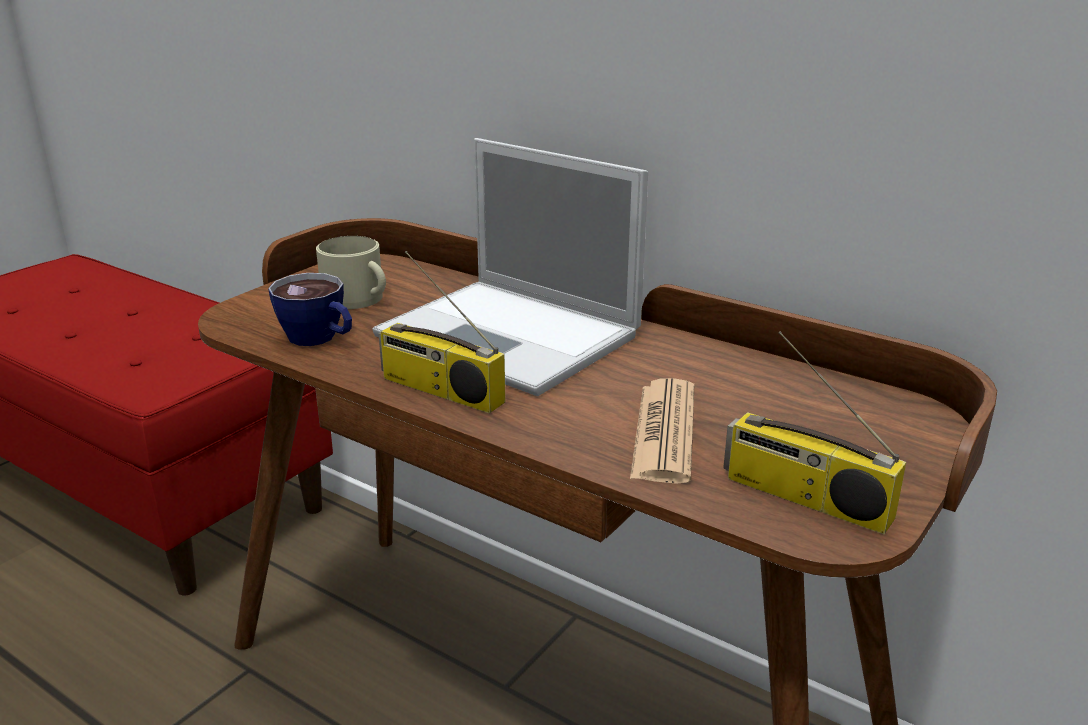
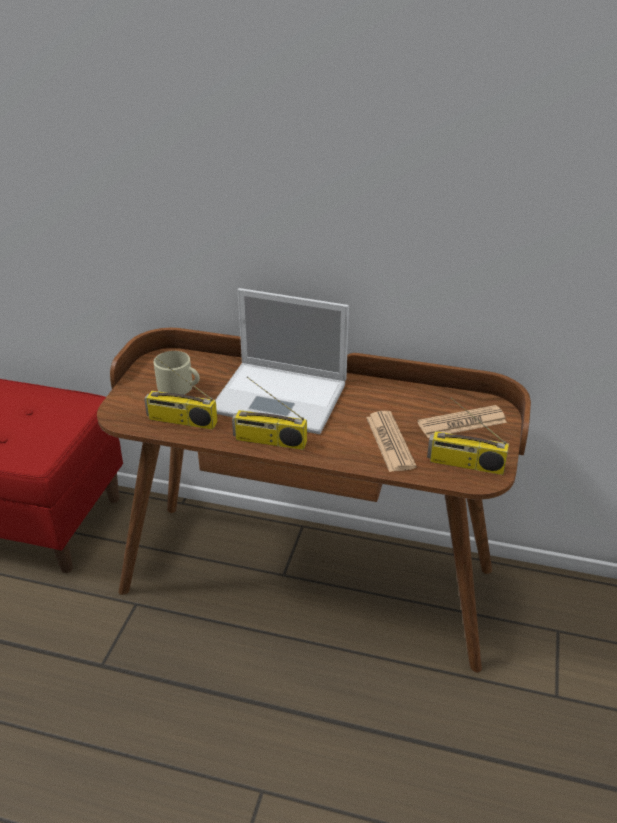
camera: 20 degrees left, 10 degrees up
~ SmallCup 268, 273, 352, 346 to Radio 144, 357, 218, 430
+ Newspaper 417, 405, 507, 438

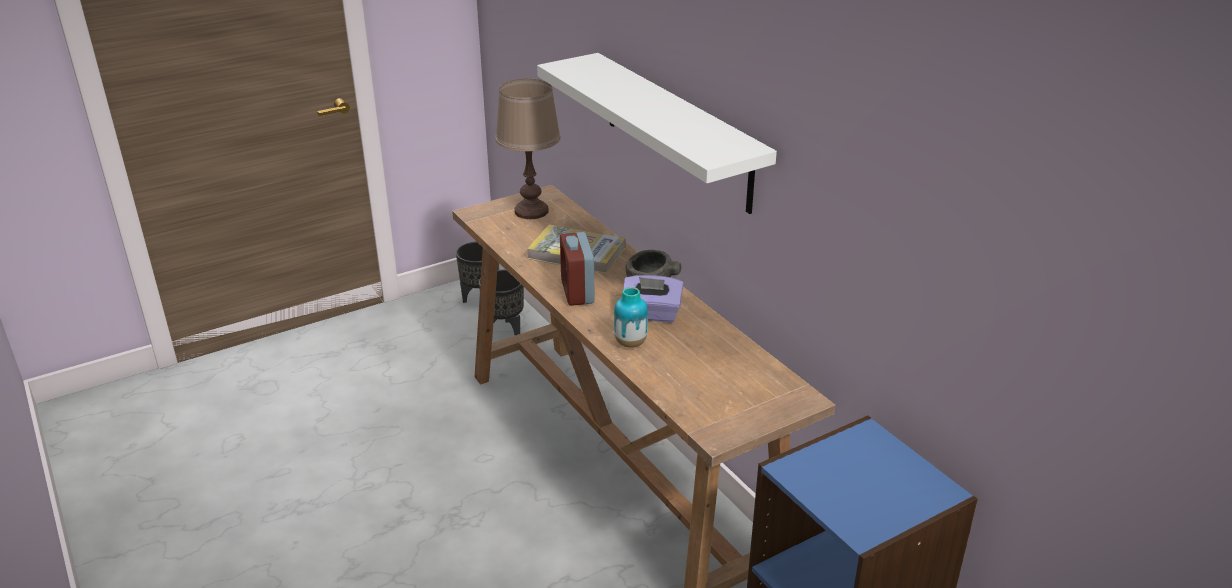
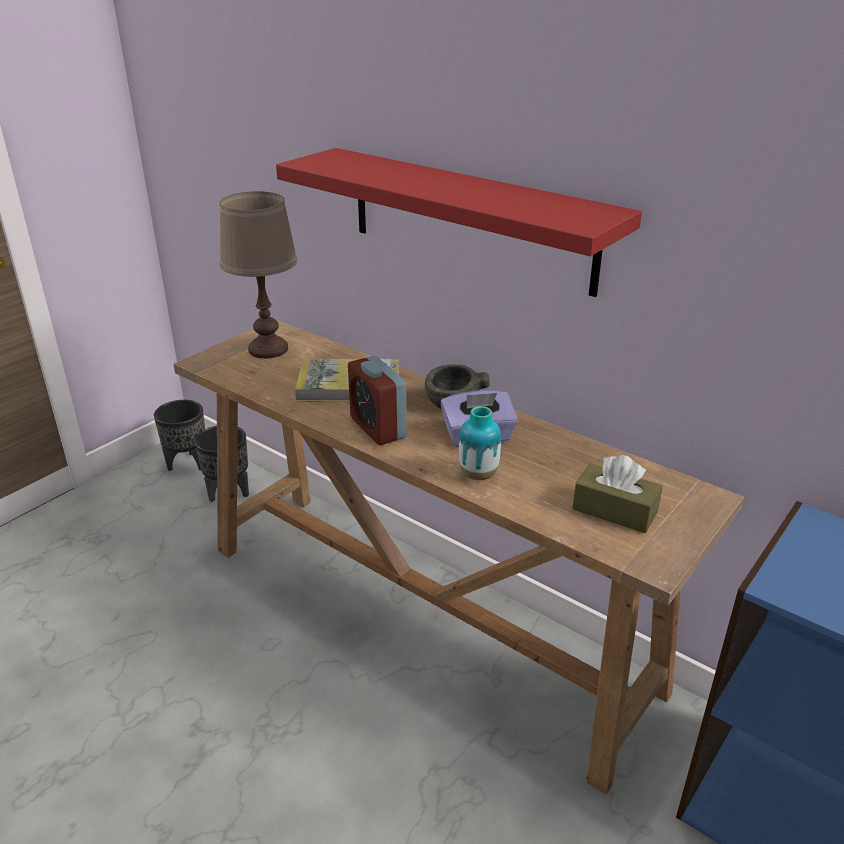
camera: 20 degrees left, 0 degrees up
~ WhiteColouredWallShelf 537, 53, 777, 214 to RedWallShelf 276, 148, 642, 297
+ BrownColouredBoxOfTissues 572, 455, 663, 533

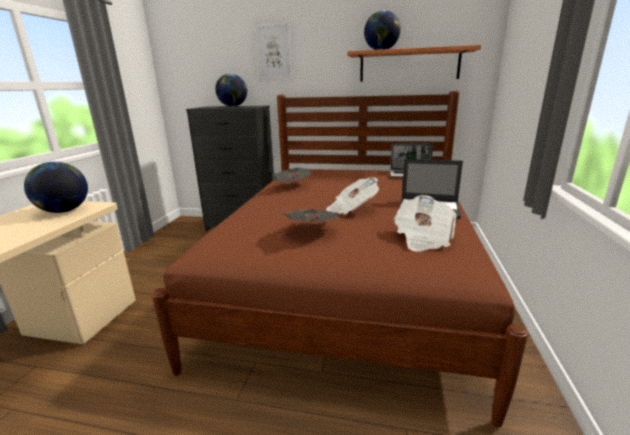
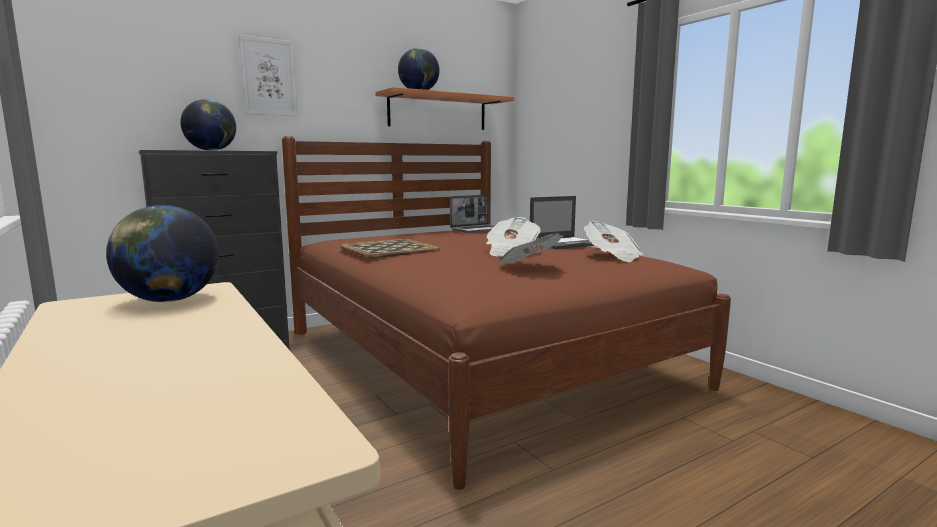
camera: 45 degrees left, 10 degrees down
~ Newspaper 273, 168, 311, 182 to CarryingTray 340, 239, 440, 258

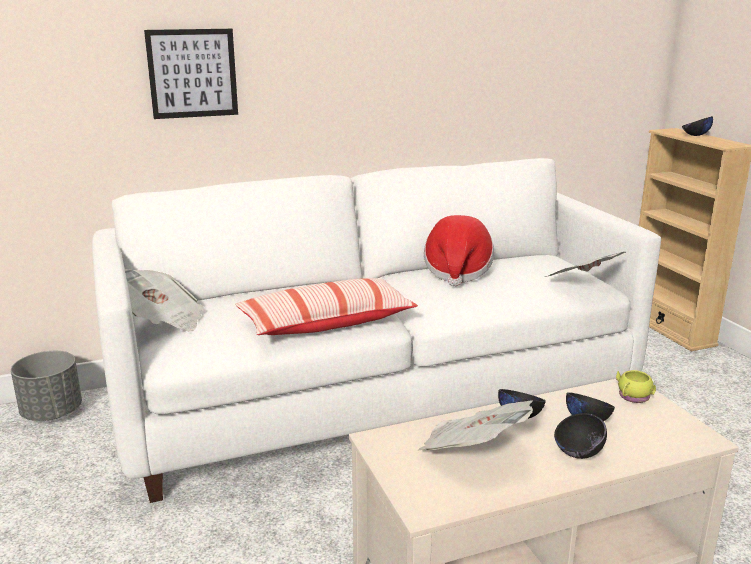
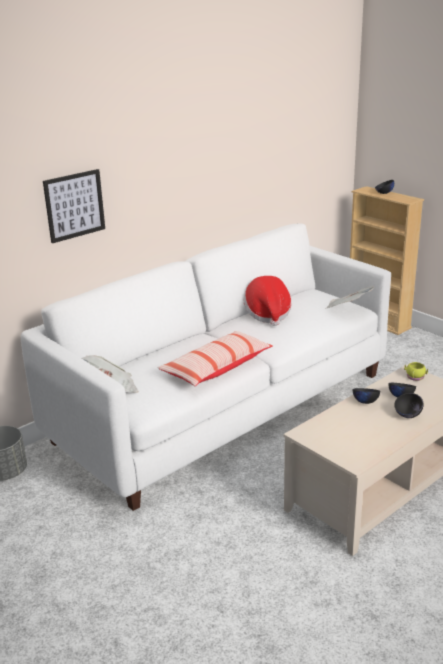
camera: 20 degrees left, 5 degrees up
- Newspaper 419, 400, 533, 451

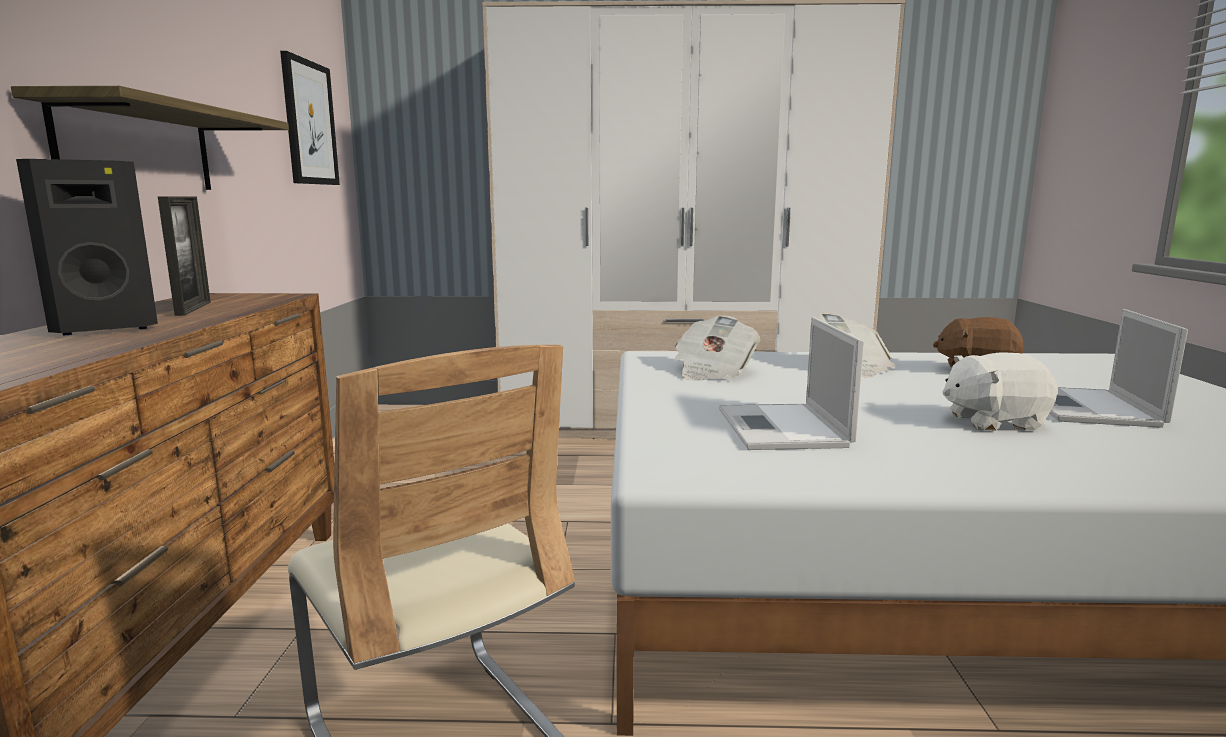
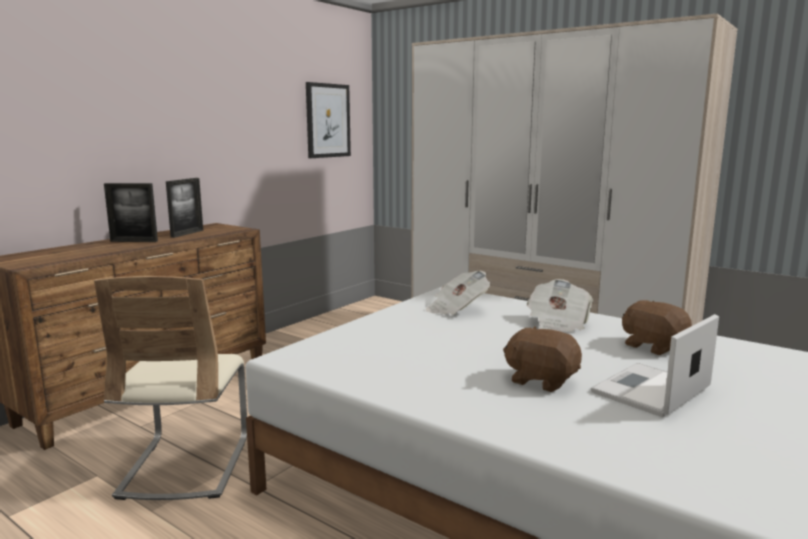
camera: 35 degrees right, 0 degrees up
~ BlackColouredAudioSpeaker 16, 159, 158, 335 to PictureFrame 104, 183, 158, 242
~ WhiteColouredPlushToy 943, 352, 1058, 430 to BrownColouredPlushToy 503, 326, 582, 392
- WallShelf 11, 86, 289, 190
- Laptop 719, 317, 864, 450

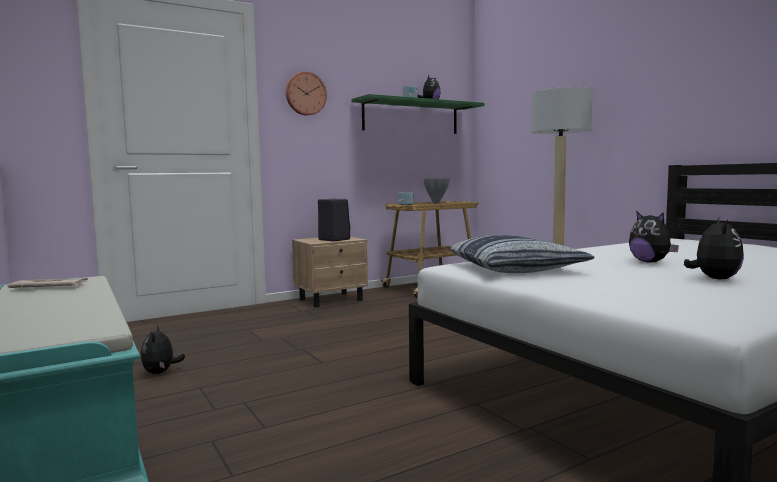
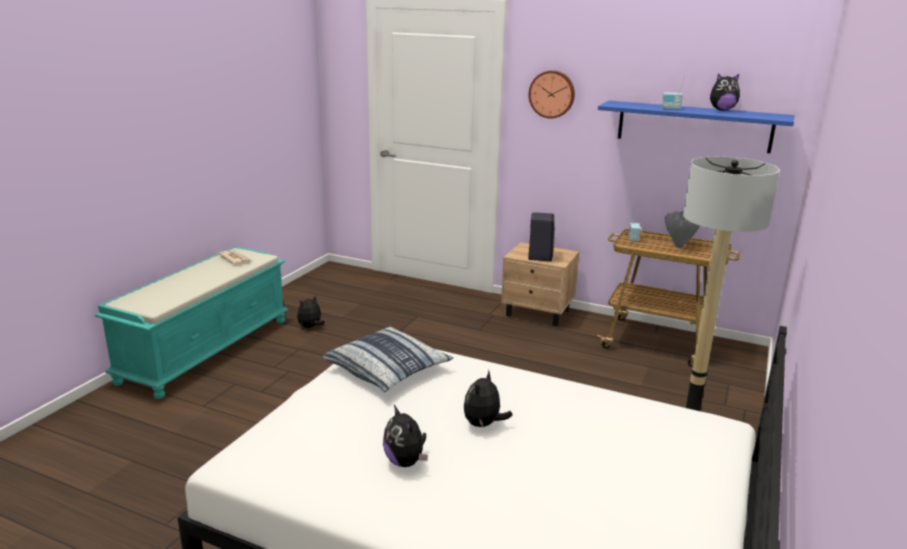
camera: 55 degrees right, 15 degrees up
~ PlushToy 684, 218, 744, 279 = 383, 405, 428, 467 75 degrees clockwise
~ GreenishWallShelf 351, 94, 485, 134 to BlueColouredWallShelf 598, 101, 794, 153

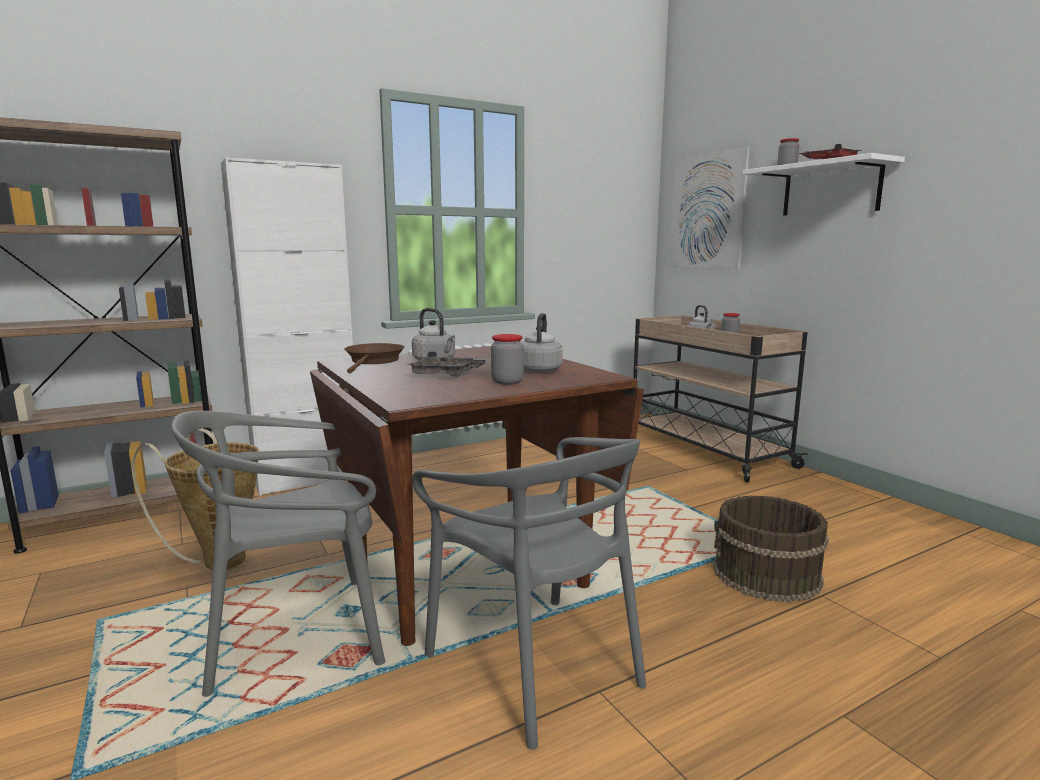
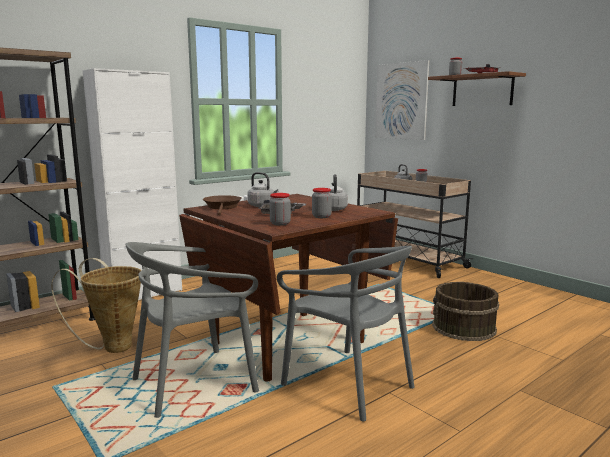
camera: 10 degrees left, 0 degrees up
+ PreserveJar 269, 193, 291, 226
~ WhiteColouredWallShelf 743, 153, 905, 216 to BrownColouredWallShelf 428, 71, 526, 106

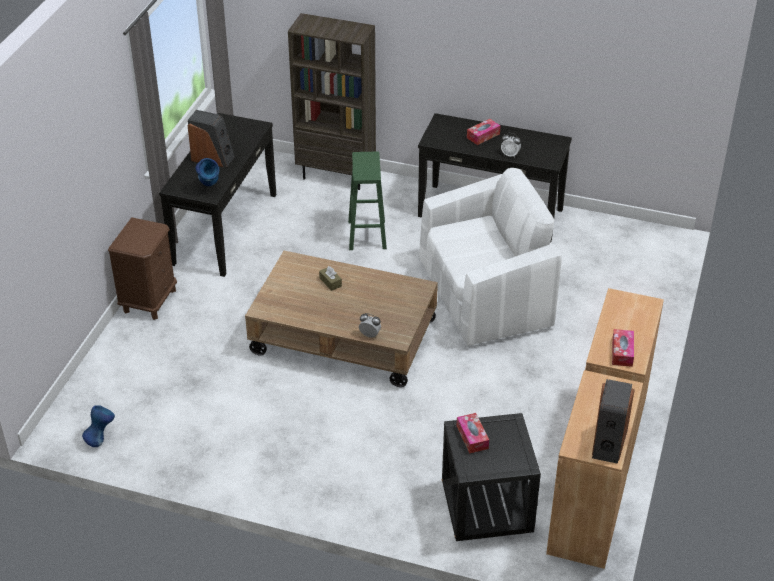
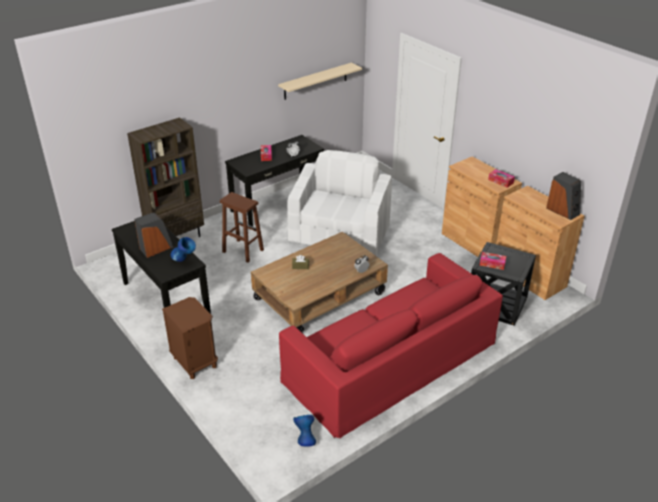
camera: 55 degrees left, 5 degrees down
~ GreenishStool 348, 151, 387, 250 to BrownColouredStool 220, 192, 264, 263
+ SandColouredWallShelf 278, 63, 362, 100
+ RedSofa 279, 253, 503, 439

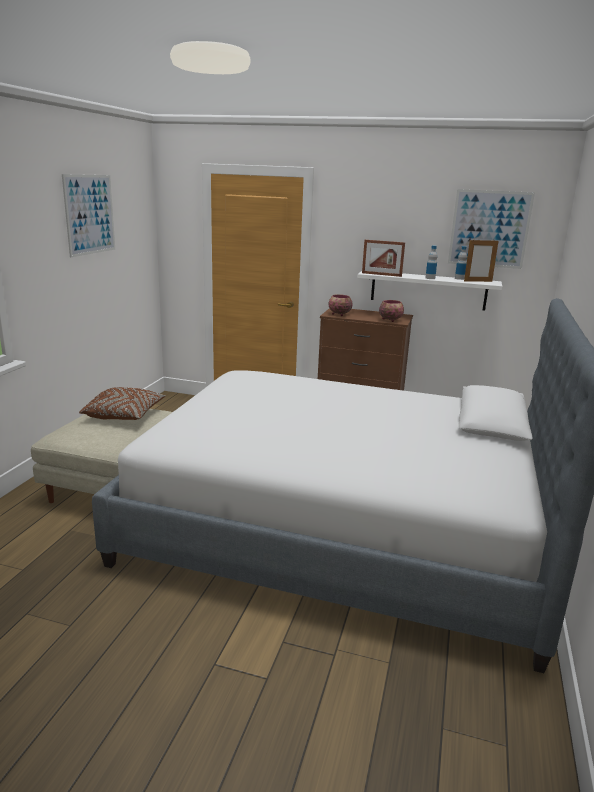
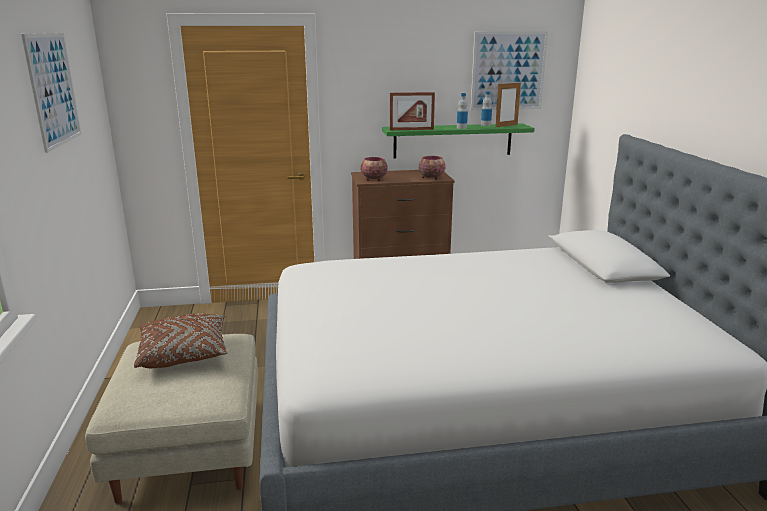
camera: 25 degrees left, 0 degrees up
~ WhiteColouredWallShelf 357, 271, 502, 311 to GreenishWallShelf 382, 123, 535, 159

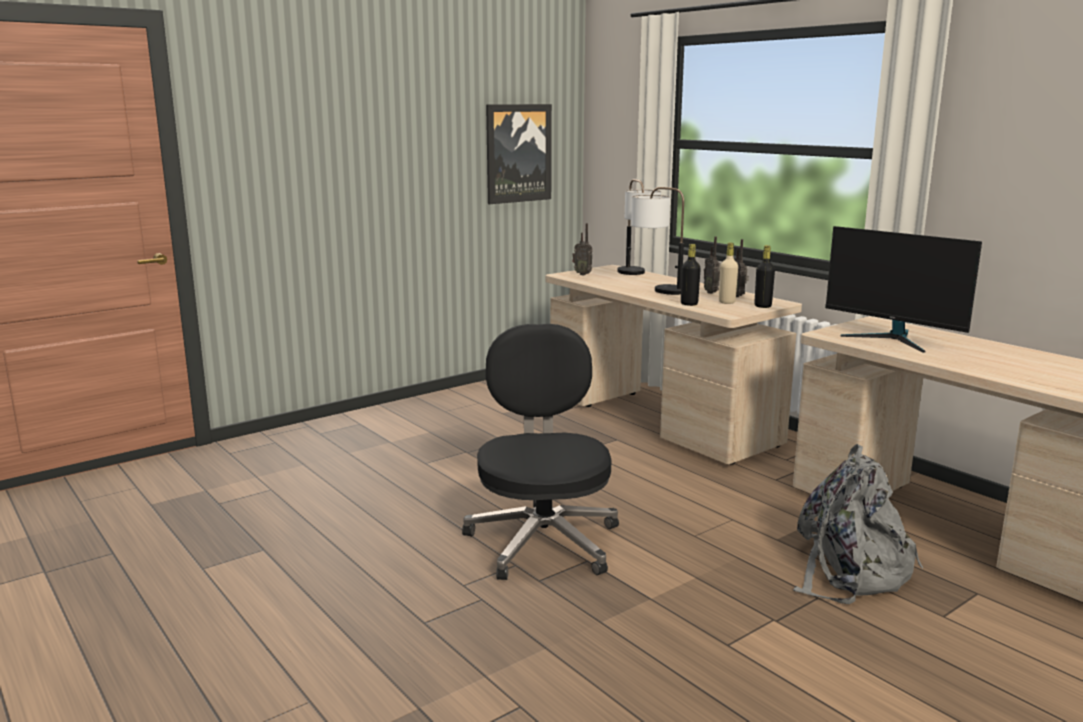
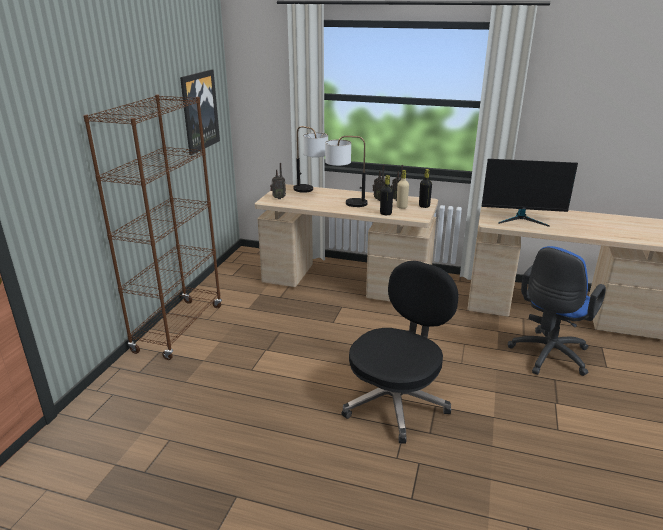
camera: 35 degrees left, 10 degrees up
+ BrownColouredBookshelf 83, 95, 222, 360
~ BlackColouredDeskChair 462, 324, 619, 580 = 341, 261, 459, 444 75 degrees clockwise
~ GrayKnapsack 793, 444, 923, 604 to BlueColouredDeskChair 508, 246, 606, 376

